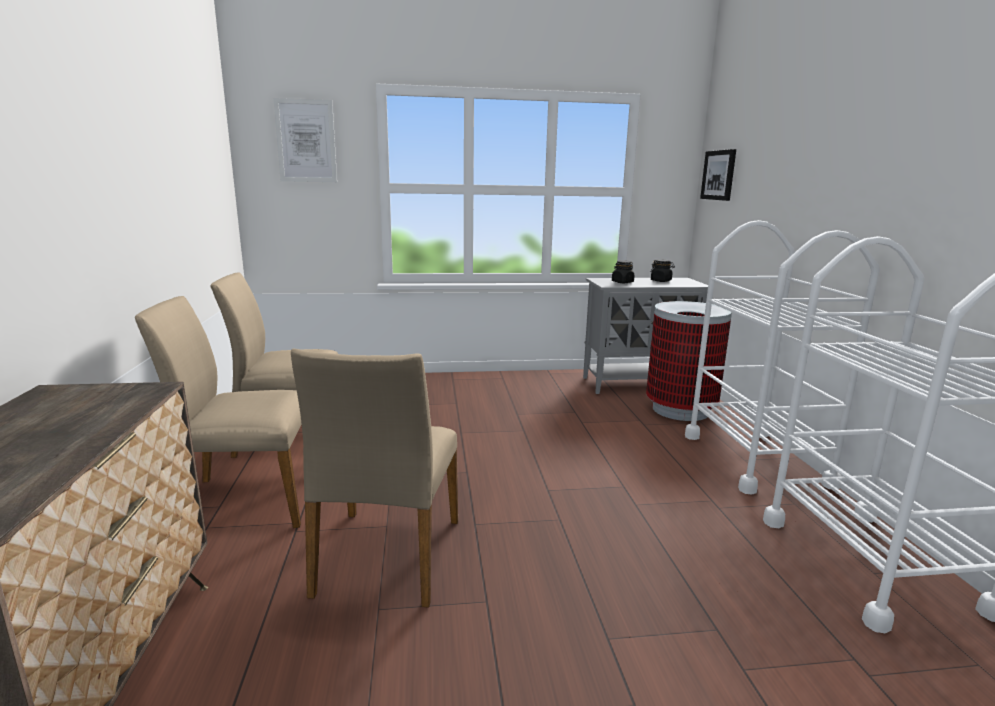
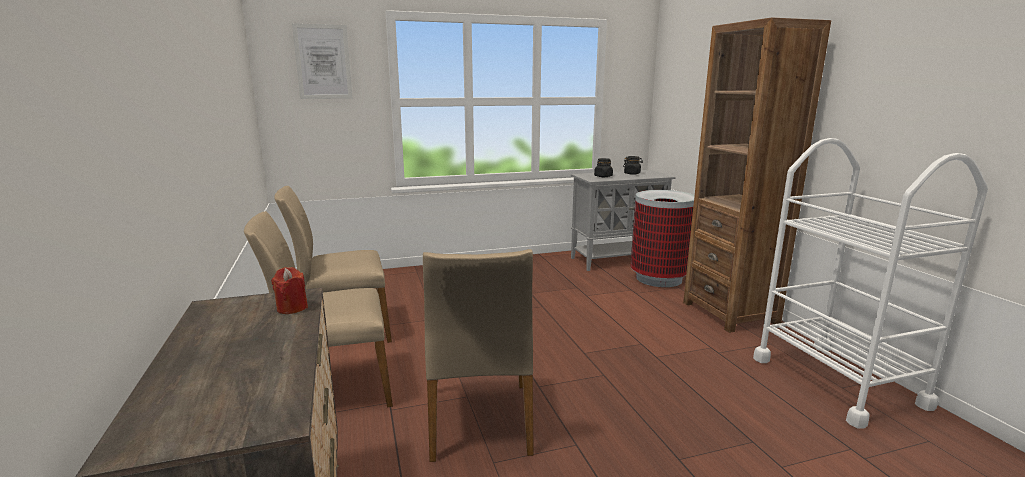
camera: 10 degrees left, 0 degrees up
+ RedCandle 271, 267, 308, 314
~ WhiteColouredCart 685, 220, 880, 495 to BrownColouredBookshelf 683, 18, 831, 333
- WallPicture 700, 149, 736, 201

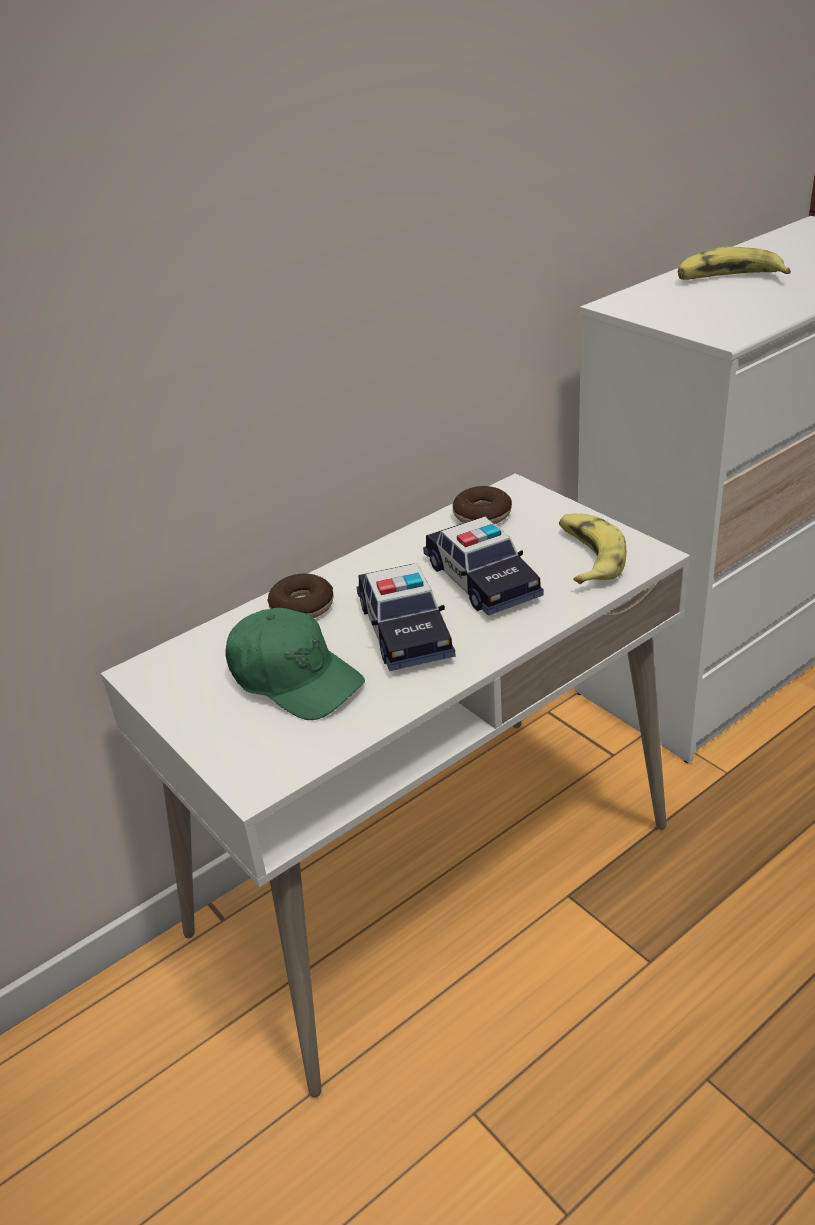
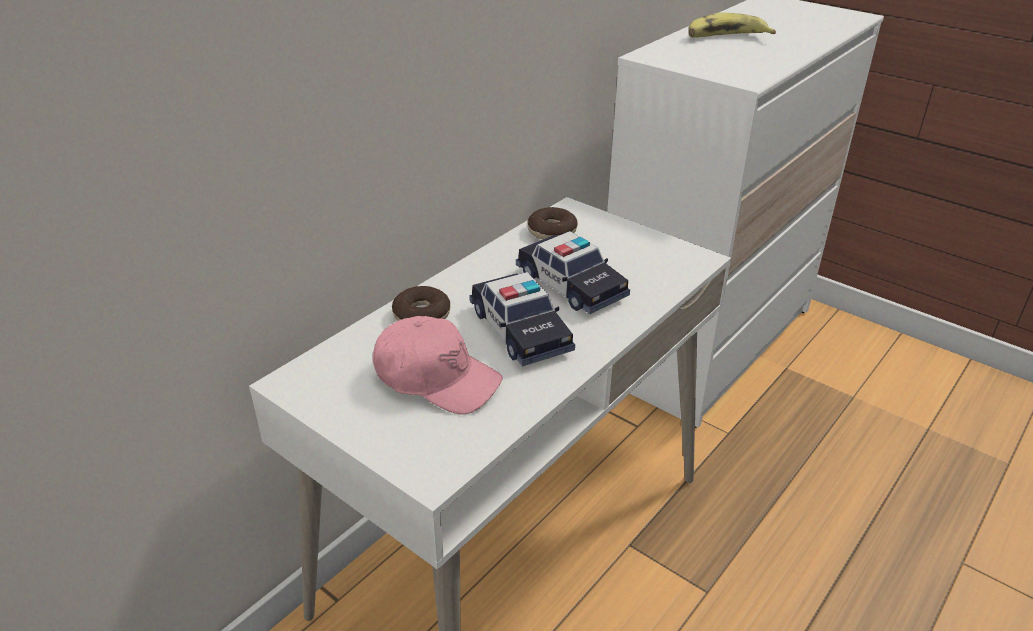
camera: 15 degrees left, 0 degrees up
~ GreenishPeakedCap 225, 608, 365, 720 to PinkColouredPeakedCap 373, 316, 503, 415
- Banana 559, 514, 626, 584

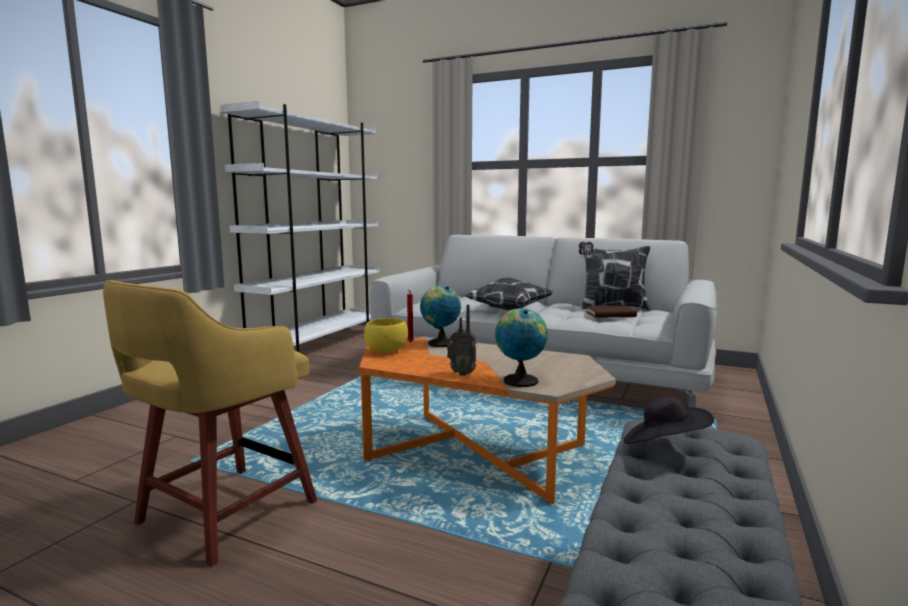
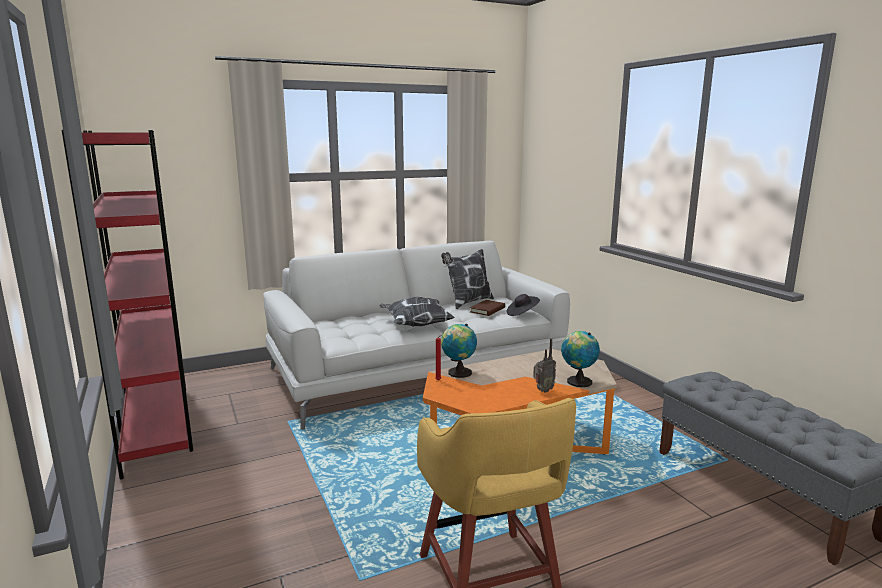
camera: 50 degrees left, 5 degrees up
~ WhiteColouredBookshelf 220, 101, 379, 352 to RedBookshelf 61, 130, 193, 479
~ BlackColouredWearableHat 624, 397, 714, 444 to 507, 294, 540, 316
- YellowDeepDish 364, 318, 408, 353

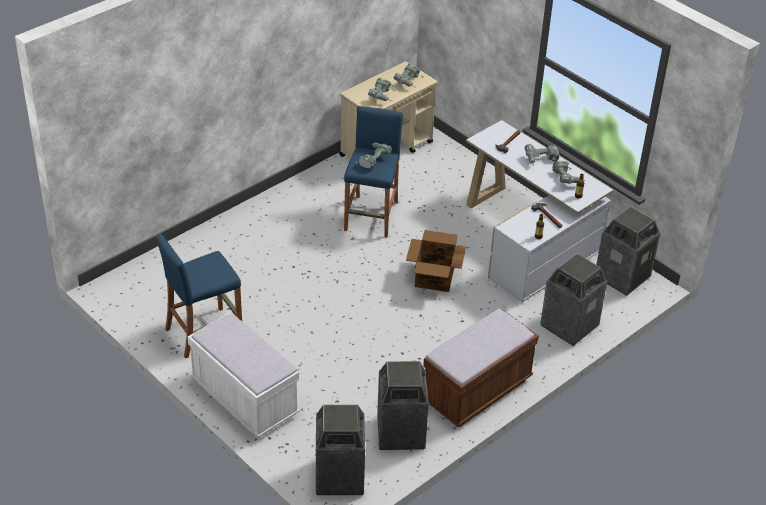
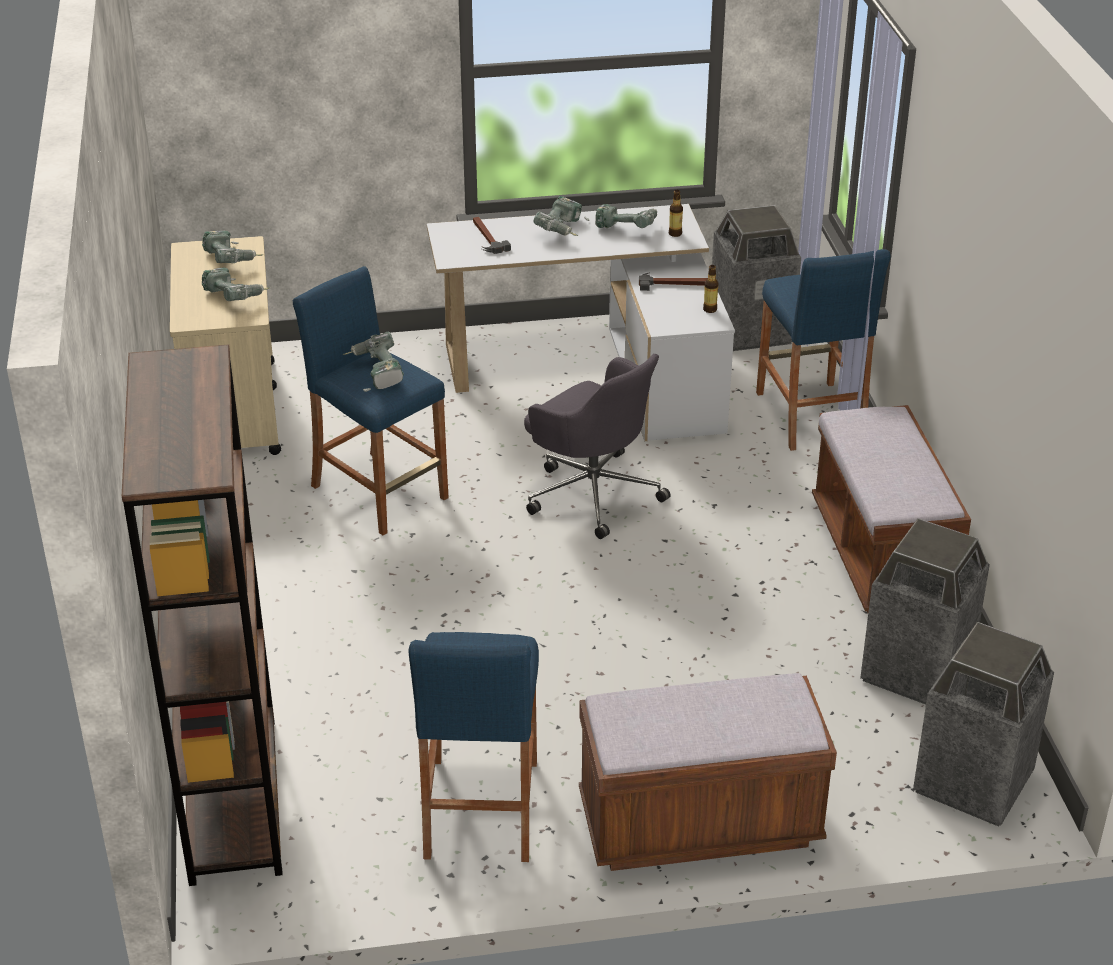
camera: 55 degrees left, 5 degrees down
+ BrownColouredBookshelf 122, 344, 283, 886
~ PackingBox 406, 230, 466, 292 to GrayDeskChair 524, 354, 671, 539
~ WhiteColouredLongSeat 188, 313, 299, 438 to BrownColouredLongSeat 579, 673, 837, 871
~ WasteBin 540, 253, 607, 346 to BlueColouredStool 756, 249, 890, 451

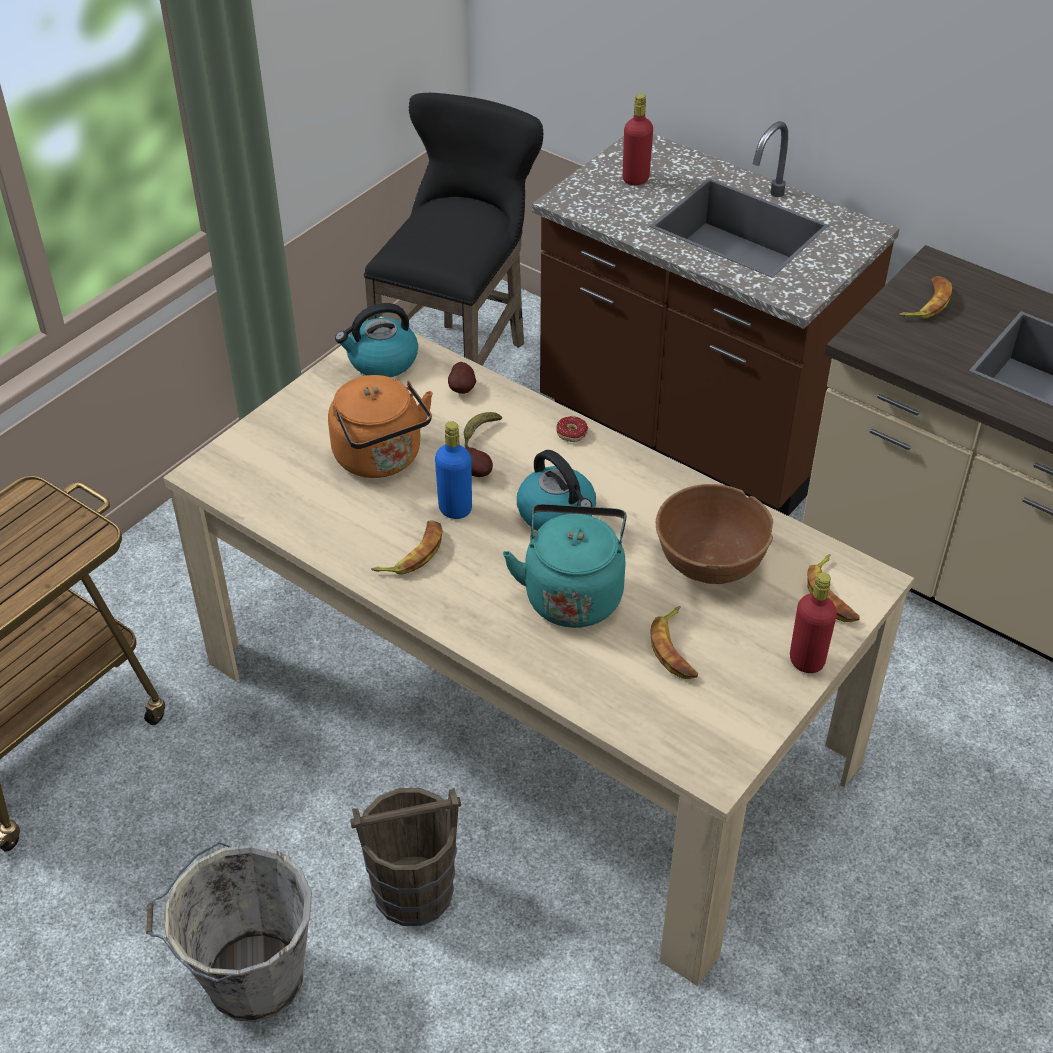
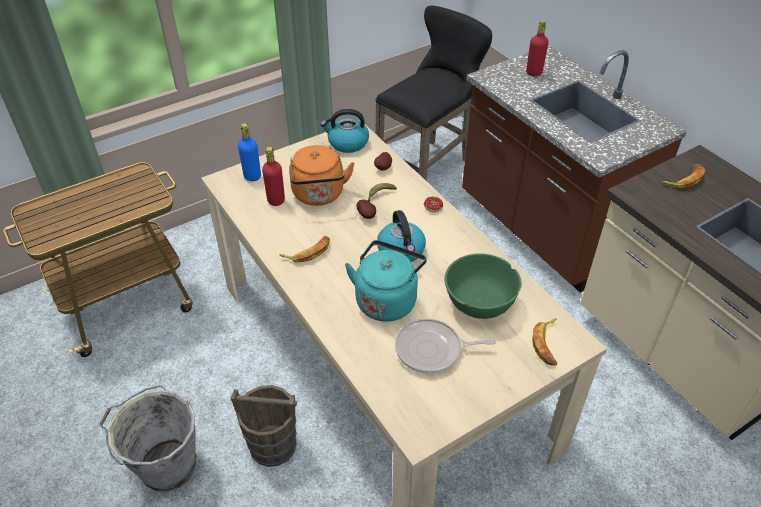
camera: 20 degrees right, 0 degrees up
~ BlueColouredBottle 435, 421, 472, 519 to 238, 123, 261, 181
~ RedBottle 790, 572, 837, 673 to 262, 147, 285, 206
~ Banana 650, 606, 698, 679 to Pan 395, 318, 496, 373
~ BrownColouredDeepDish 656, 484, 773, 584 to GreenishDeepDish 445, 253, 522, 319

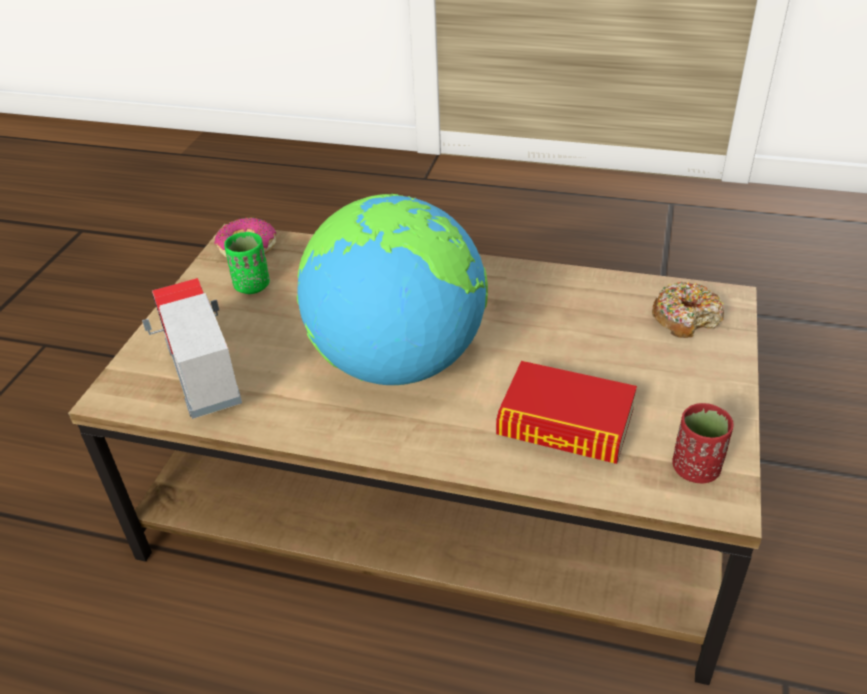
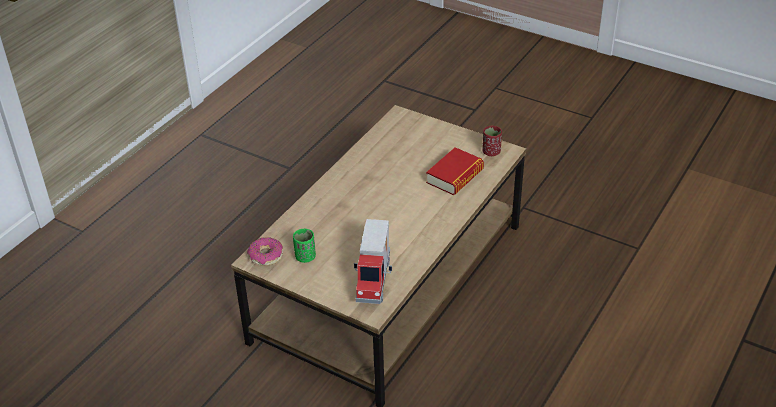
camera: 75 degrees left, 0 degrees up
~ ModelTruck 142, 278, 242, 419 = 354, 219, 392, 304 75 degrees counterclockwise
- Globe 296, 194, 488, 385
- Doughnut 652, 281, 724, 338

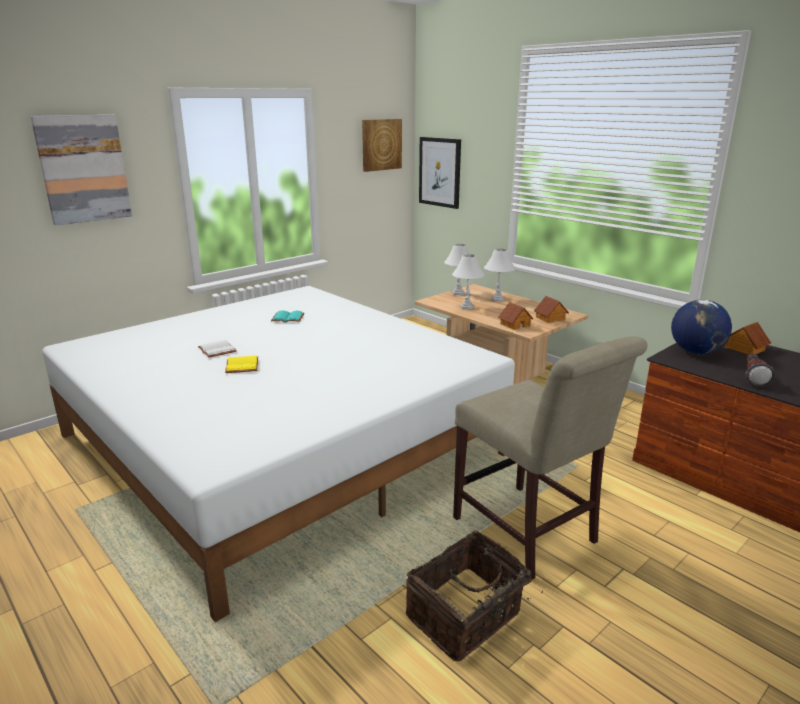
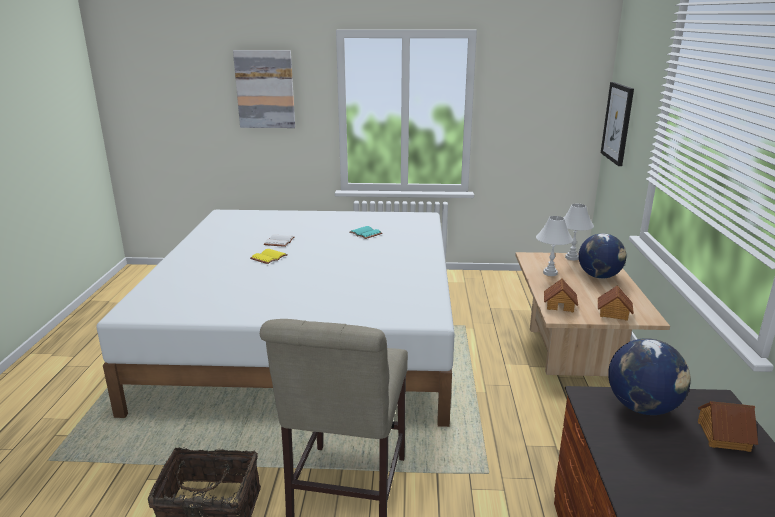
camera: 45 degrees right, 0 degrees up
~ WhiteColouredTabletopLamp 484, 248, 516, 302 to Globe 578, 233, 626, 279
- WallPicture 362, 119, 402, 172
- Flashlight 745, 354, 775, 387

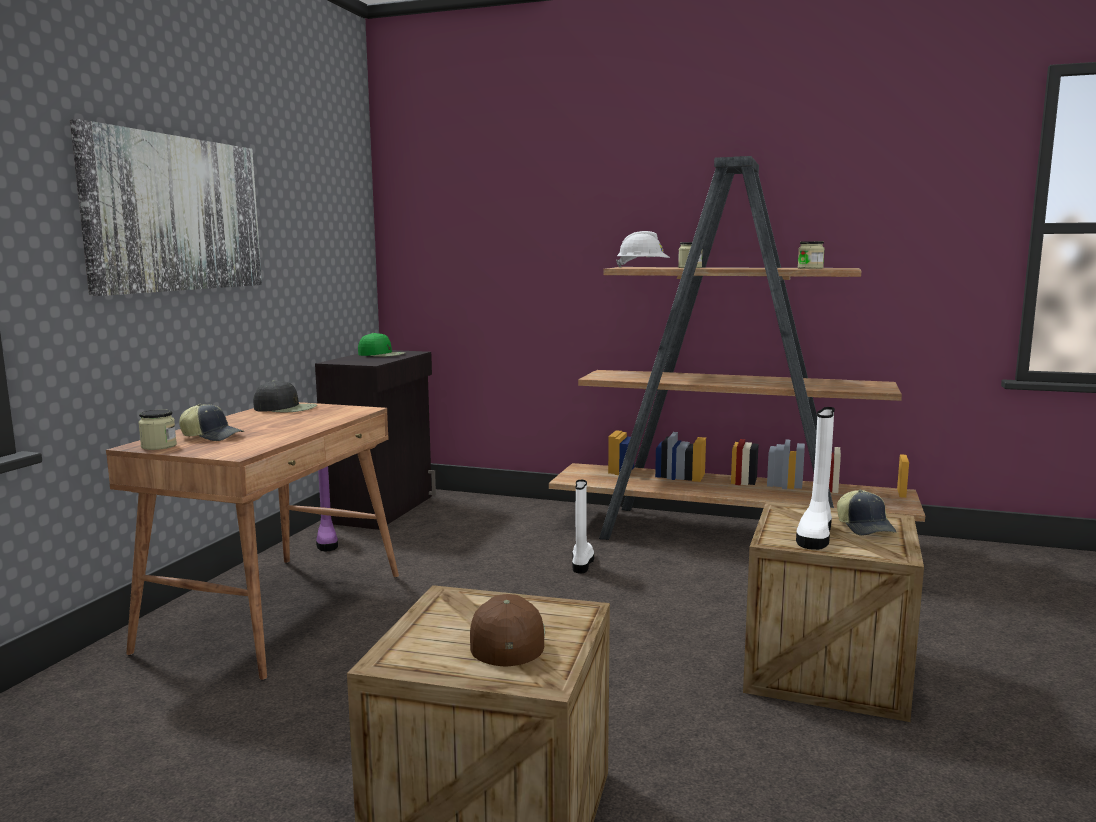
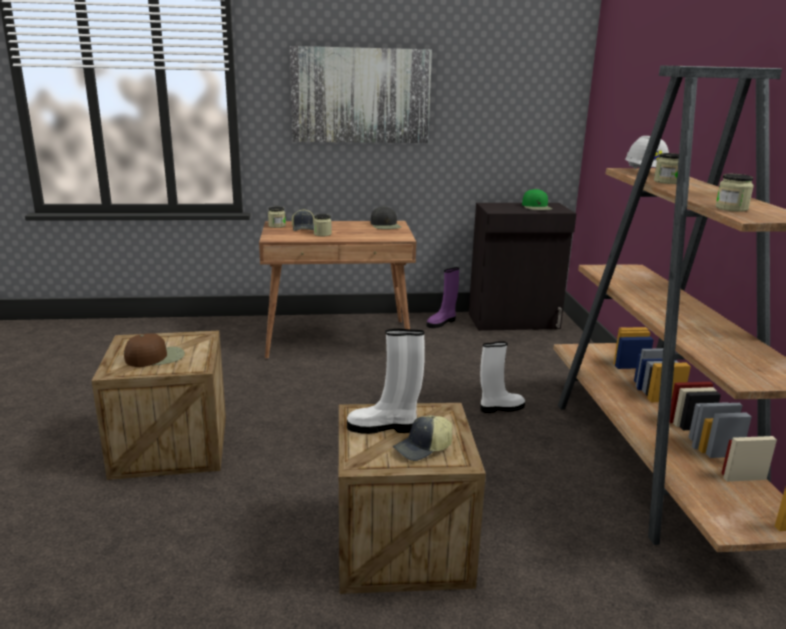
camera: 65 degrees right, 10 degrees up
+ PreserveJar 313, 214, 332, 236

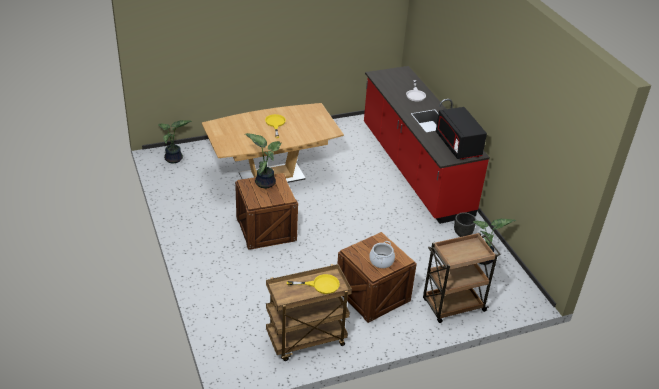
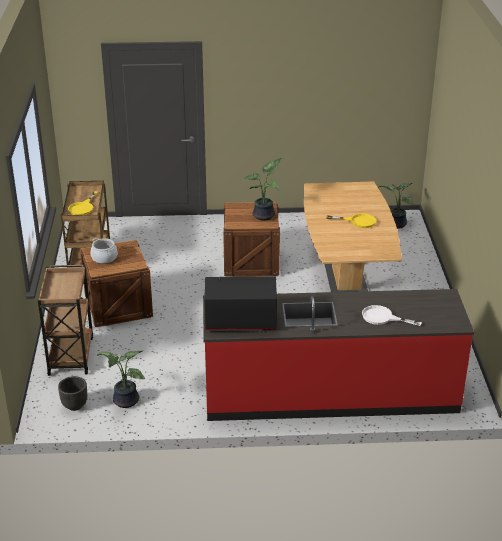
camera: 110 degrees right, 5 degrees down
~ BlackColouredFlowerPot 454, 212, 476, 237 to 58, 376, 87, 411

